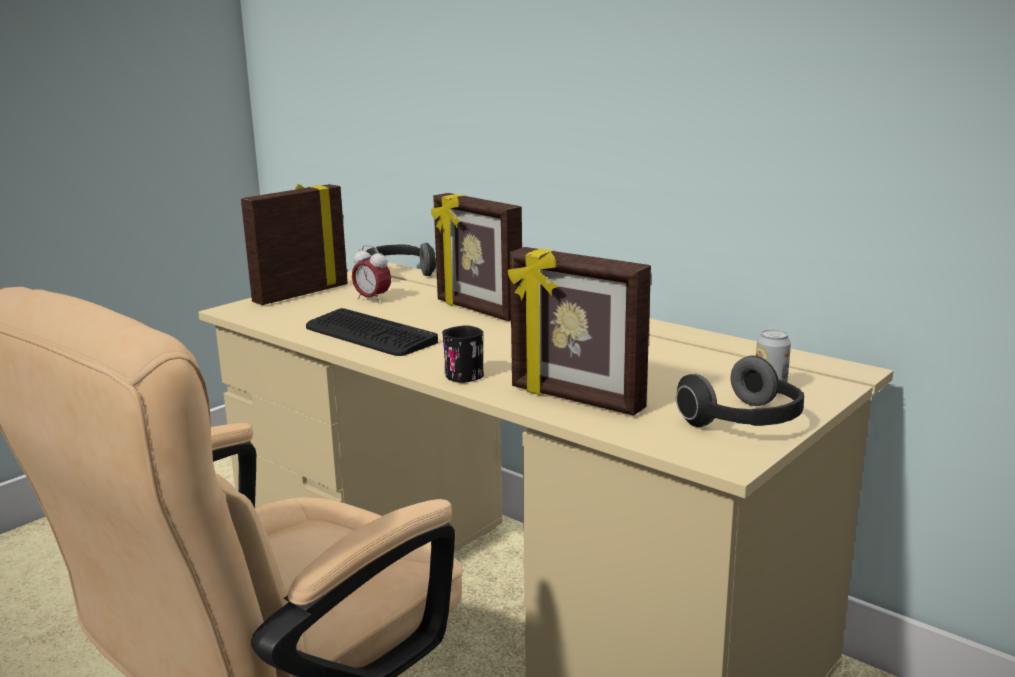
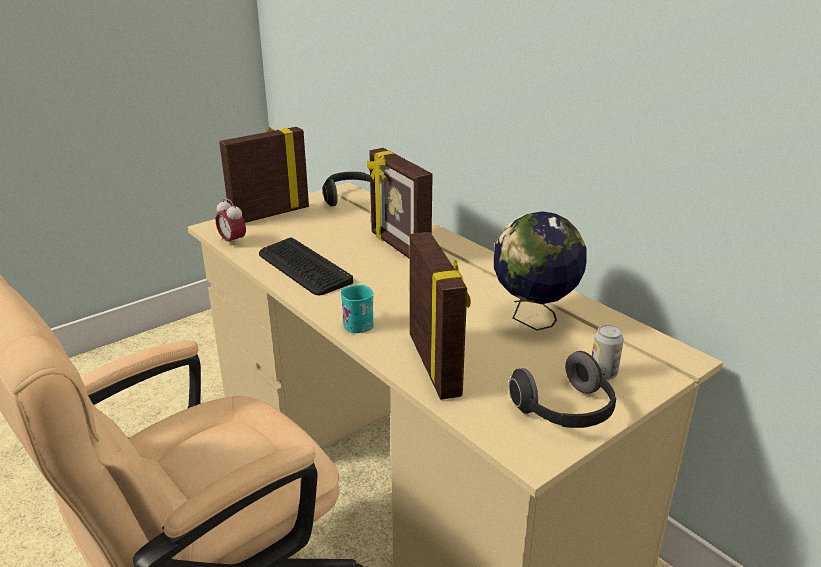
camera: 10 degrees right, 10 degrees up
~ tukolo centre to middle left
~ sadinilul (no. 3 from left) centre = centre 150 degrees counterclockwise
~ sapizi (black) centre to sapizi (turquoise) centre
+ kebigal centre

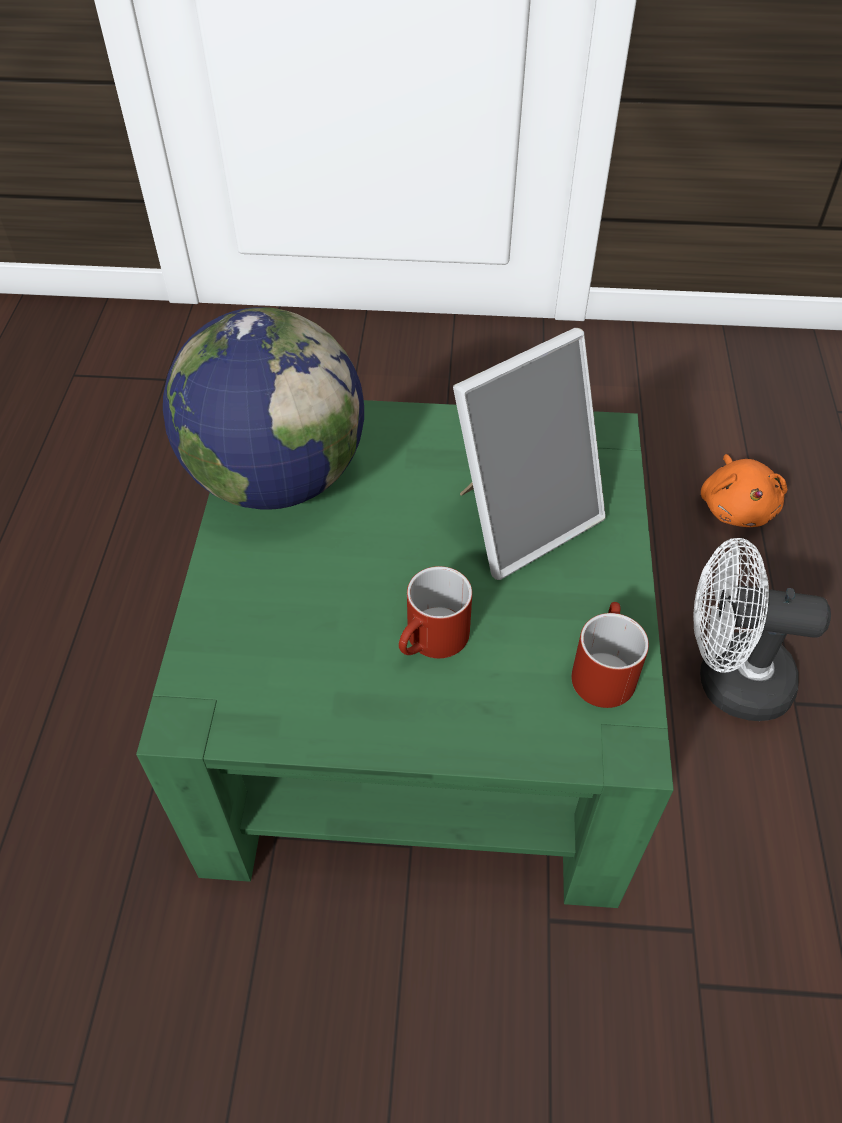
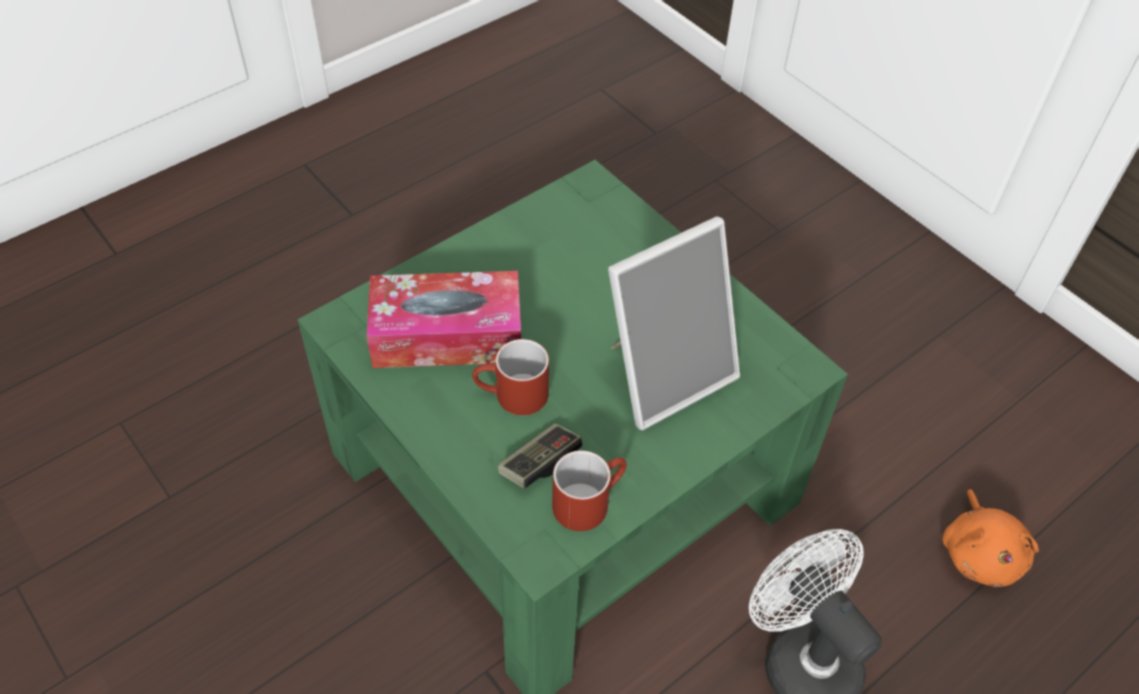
camera: 45 degrees right, 0 degrees up
- kebigal middle left
~ sadinilul centre = centre 45 degrees counterclockwise
~ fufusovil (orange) middle right = bottom right 45 degrees counterclockwise
+ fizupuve centre
+ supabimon centre

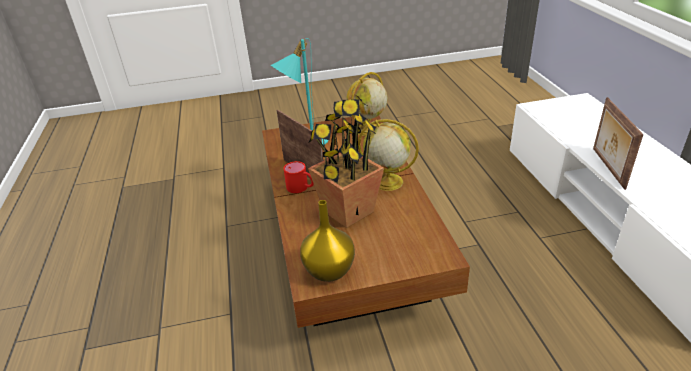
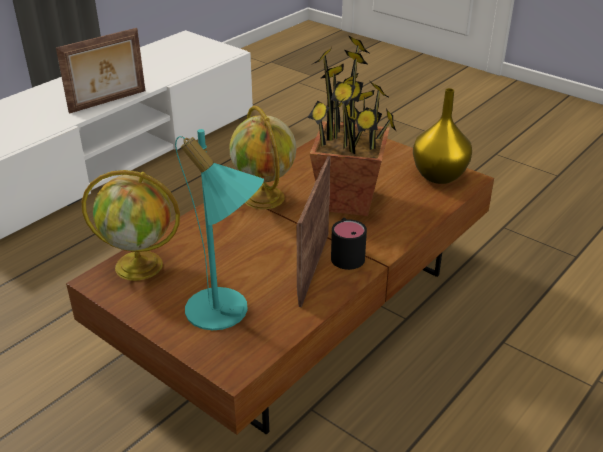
camera: 130 degrees left, 0 degrees up
~ sapizi (red) centre to sapizi (black) centre

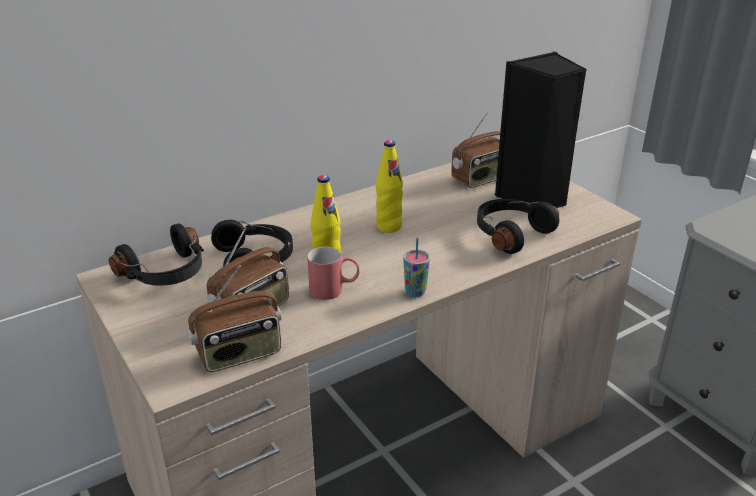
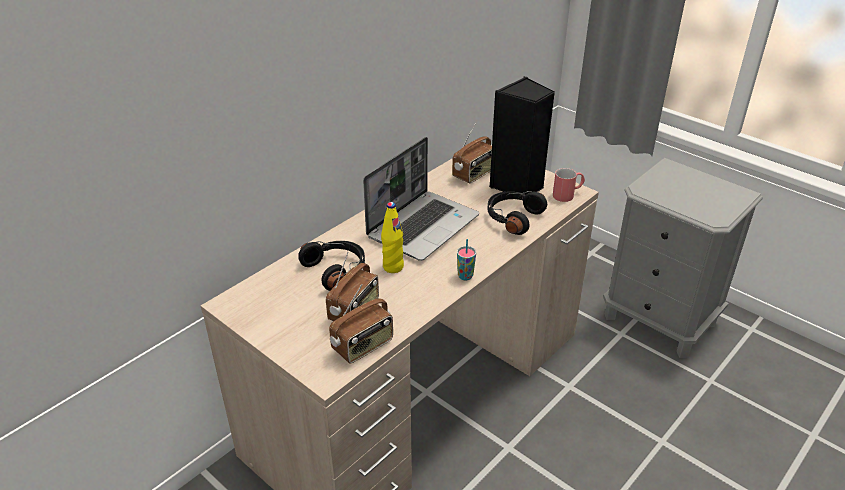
camera: 15 degrees left, 5 degrees up
~ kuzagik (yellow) (no. 2 from left) centre to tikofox centre
- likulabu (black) (no. 1 from left) middle left
~ sapizi (red) centre to middle right

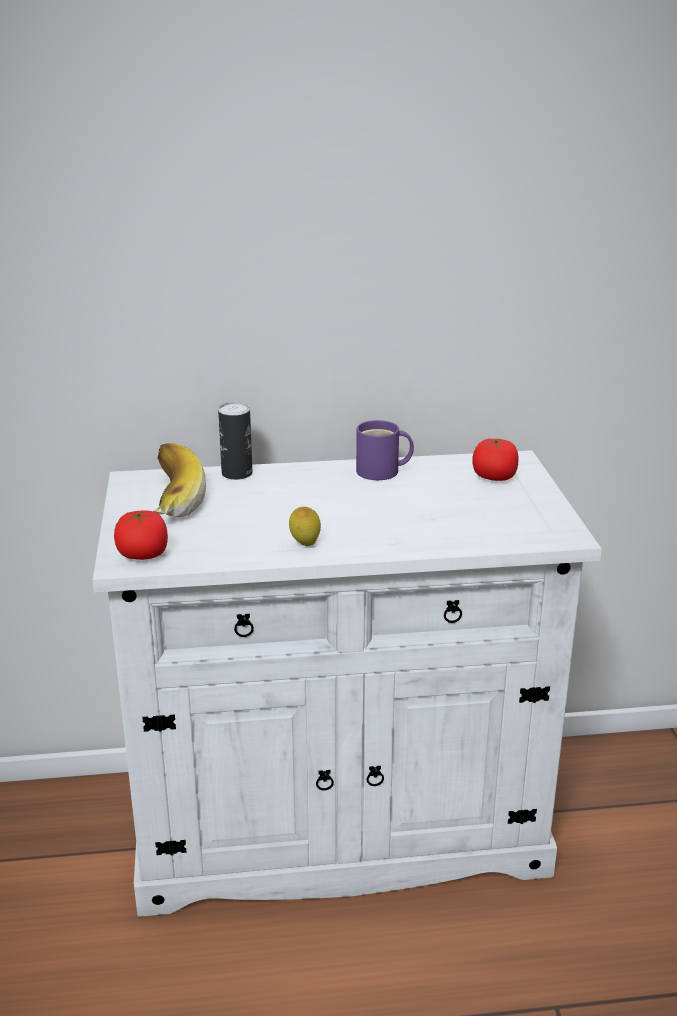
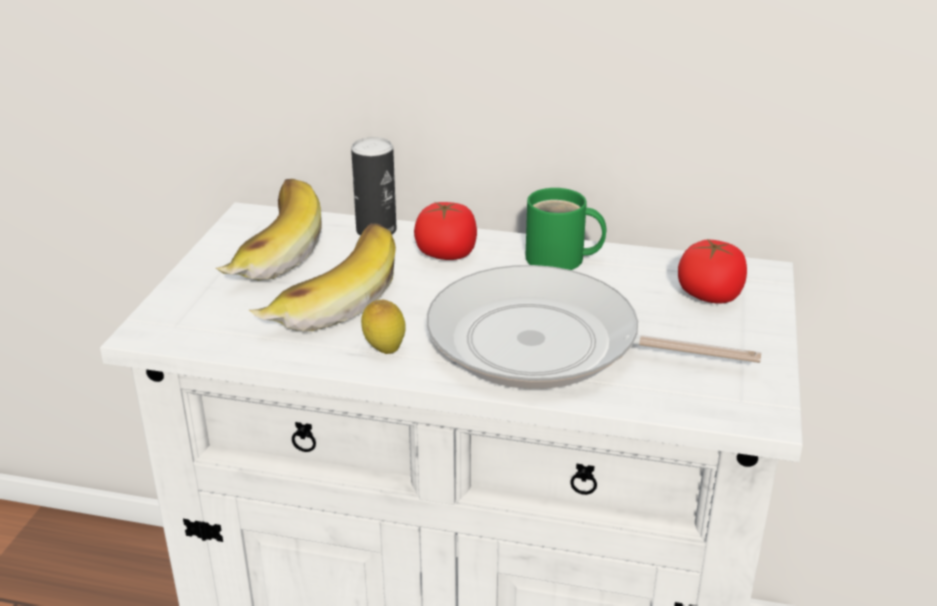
camera: 20 degrees right, 5 degrees up
~ sapizi (purple) centre to sapizi (green) centre
~ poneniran (no. 1 from left) middle left to centre
+ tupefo (no. 2 from left) centre
+ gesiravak centre

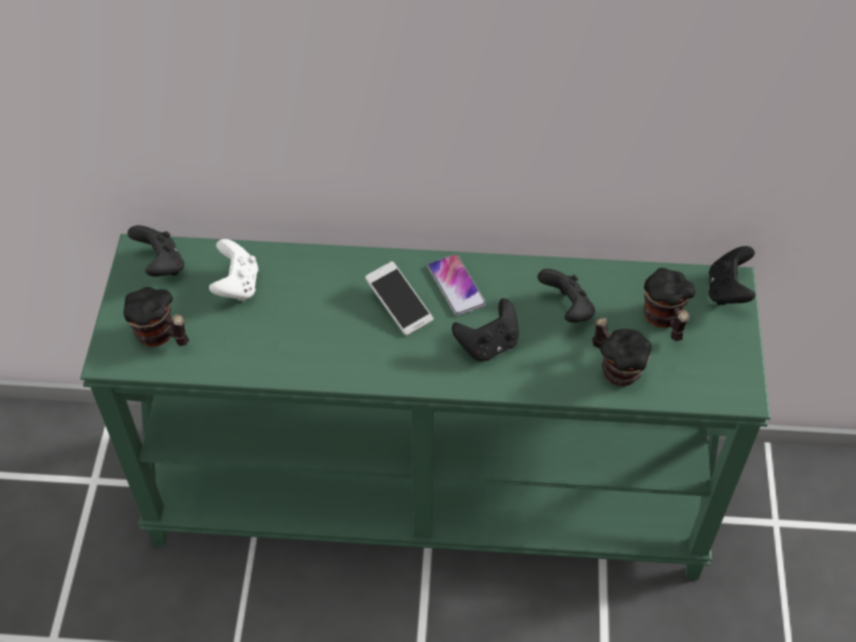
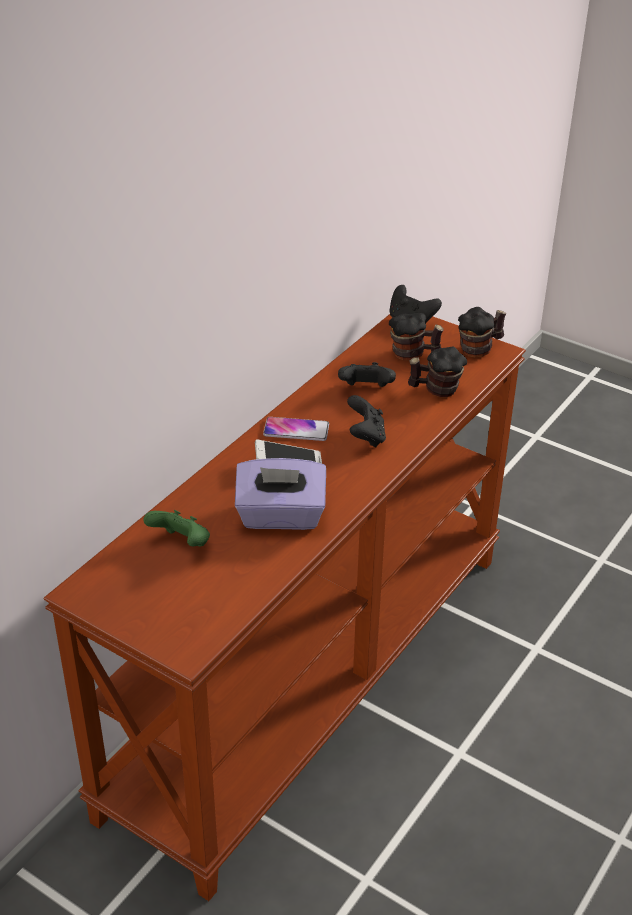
camera: 60 degrees left, 15 degrees down
- supabimon (black) (no. 1 from left) middle left
~ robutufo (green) centre to robutufo (brown) centre
~ supabimon (white) middle left to supabimon (green) middle left
~ sapizi (no. 1 from left in the first image) middle left to sapizi (no. 3 from left) middle right
+ fizupuve (purple) centre

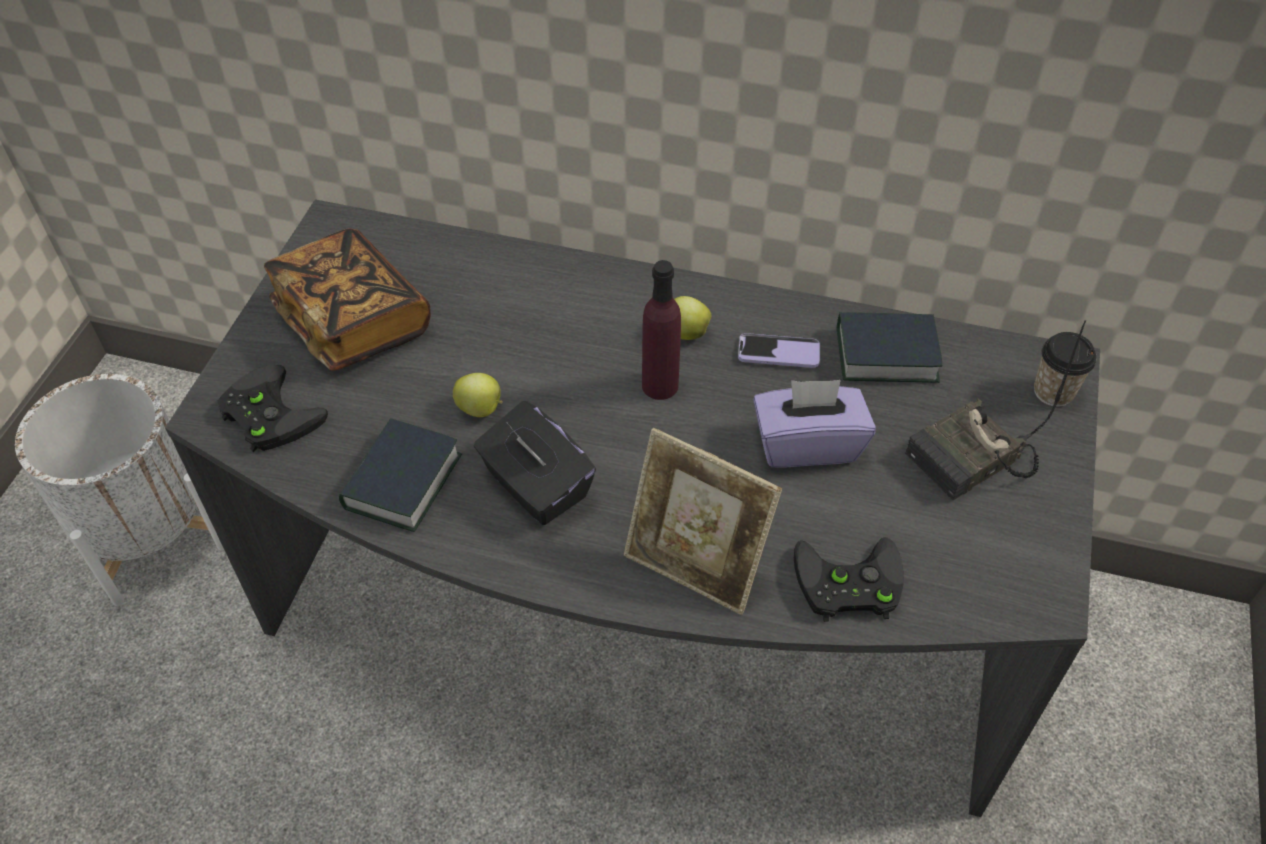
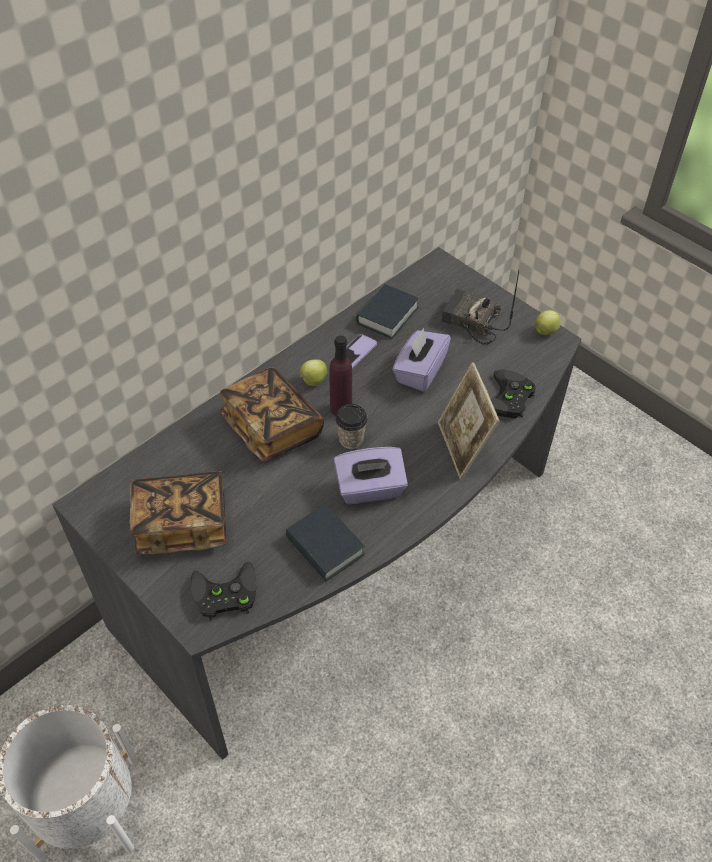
camera: 60 degrees left, 0 degrees up
~ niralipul middle right = middle right 120 degrees clockwise
~ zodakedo middle right to centre
~ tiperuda (no. 1 from left in the first image) centre to tiperuda (no. 2 from left) middle right
~ fizupuve (black) centre to fizupuve (purple) (no. 1 from left) centre
~ sadinilul centre = centre 105 degrees clockwise
+ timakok (no. 2 from left) centre

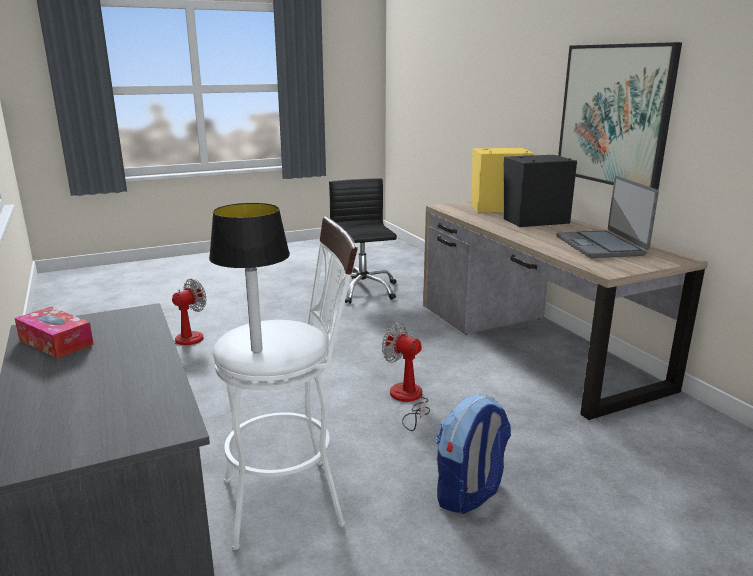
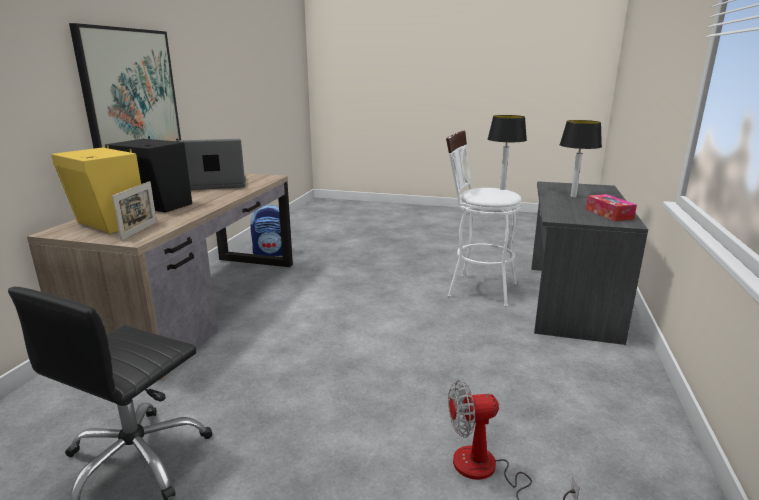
camera: 140 degrees left, 0 degrees up
~ tikofox middle right = top left 135 degrees counterclockwise
- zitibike (no. 2 from left) centre
~ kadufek bottom centre to centre
+ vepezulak (no. 2 from left) top right
+ sadinilul middle left

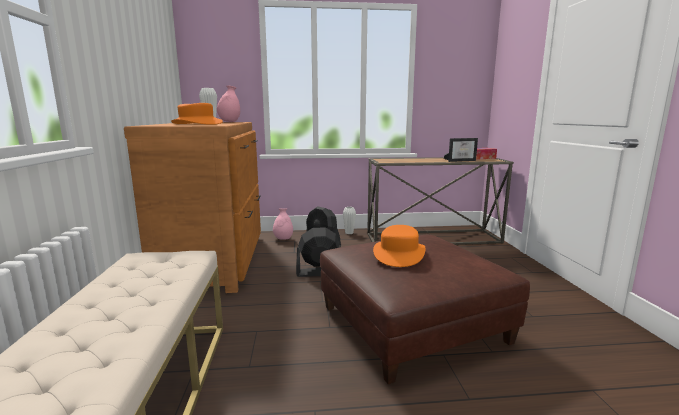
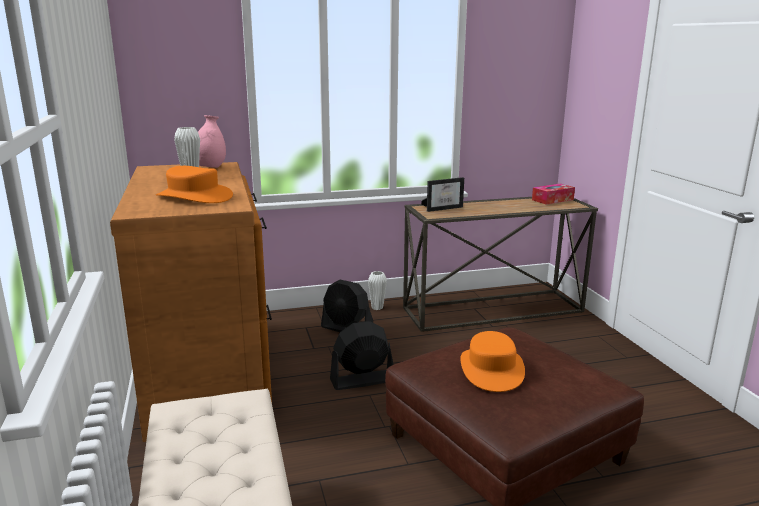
camera: 10 degrees left, 5 degrees up
~ sadinilul middle right to centre
- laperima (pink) (no. 2 from left) centre

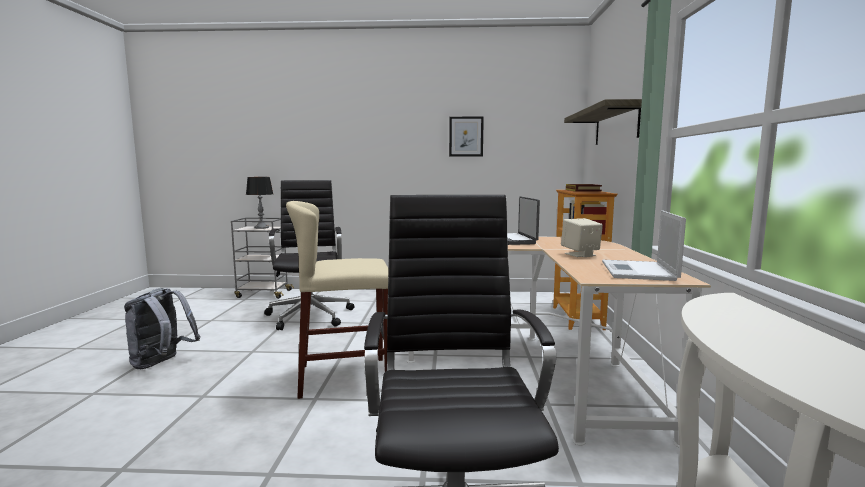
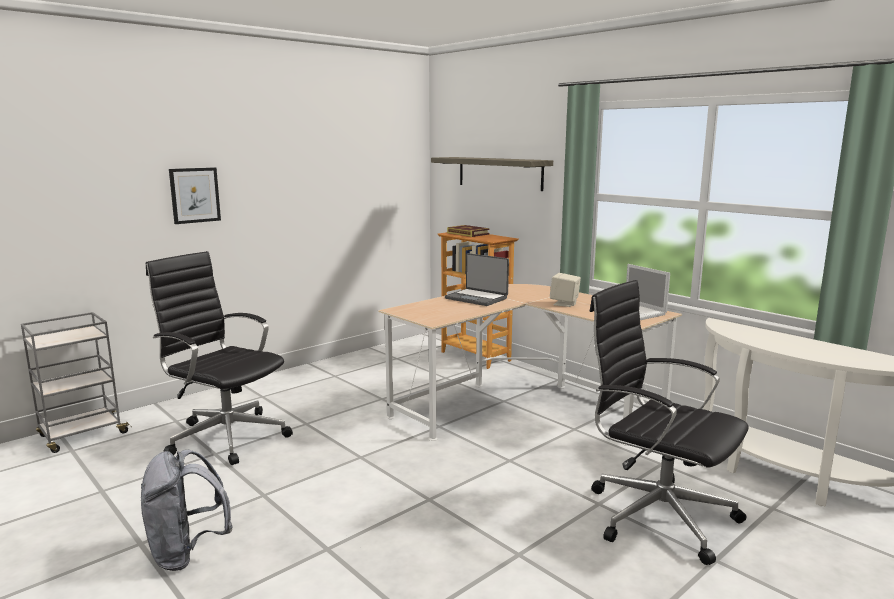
camera: 45 degrees left, 5 degrees up
~ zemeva top centre to top left
- vepezulak middle left
- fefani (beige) centre

